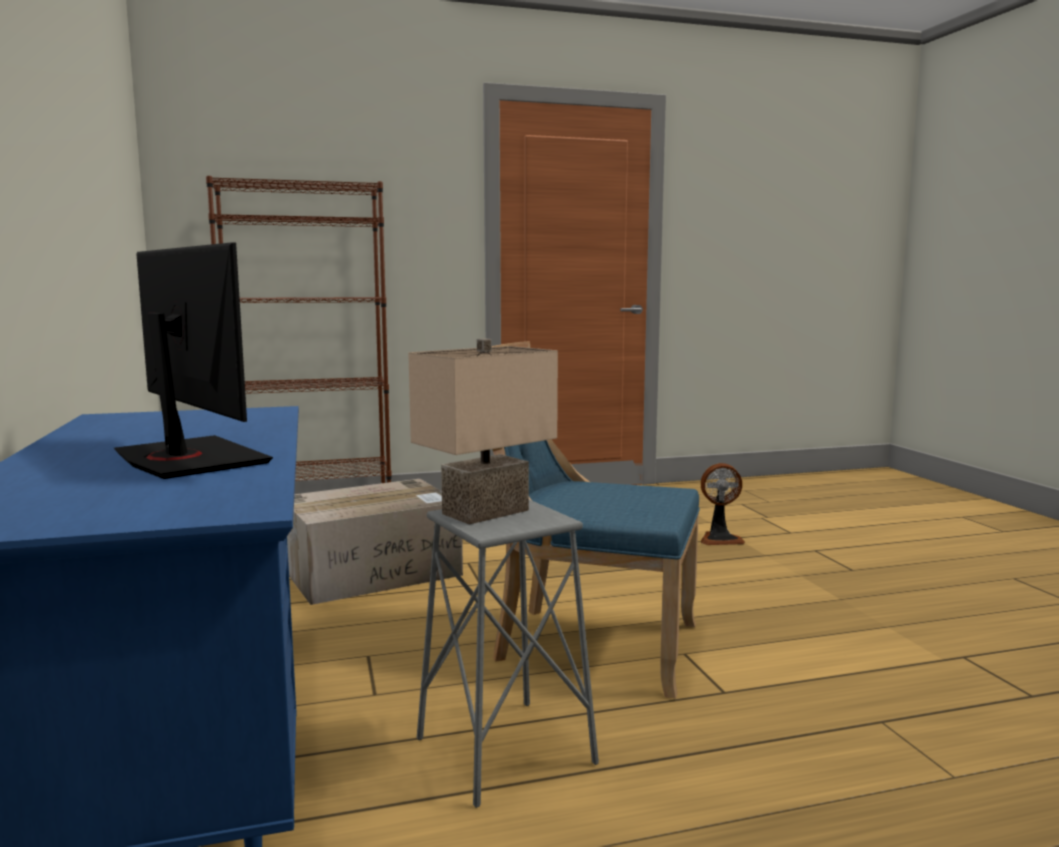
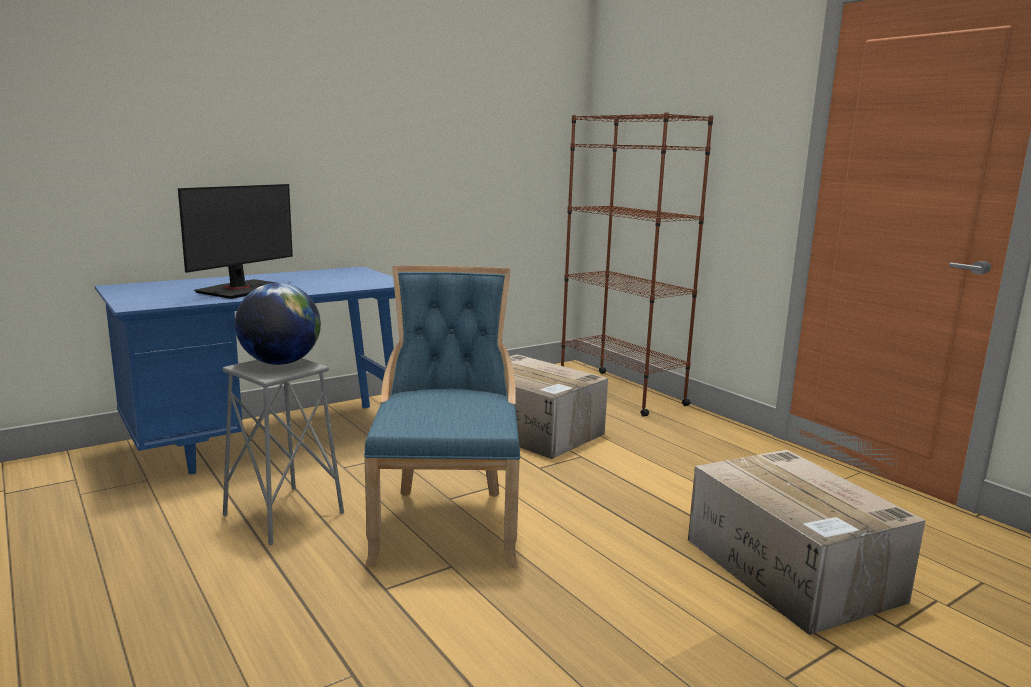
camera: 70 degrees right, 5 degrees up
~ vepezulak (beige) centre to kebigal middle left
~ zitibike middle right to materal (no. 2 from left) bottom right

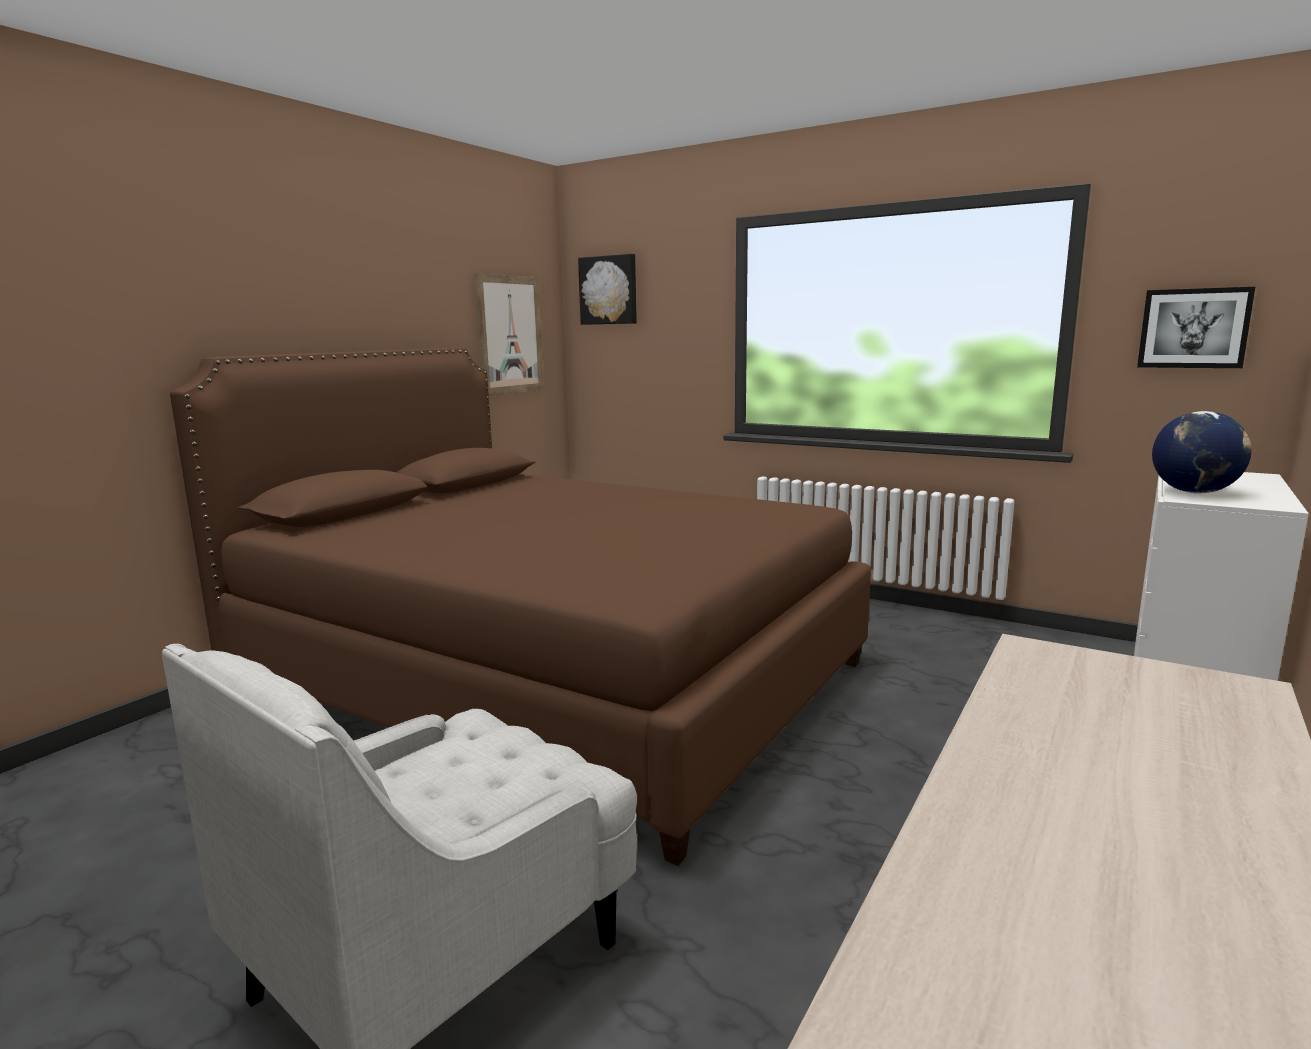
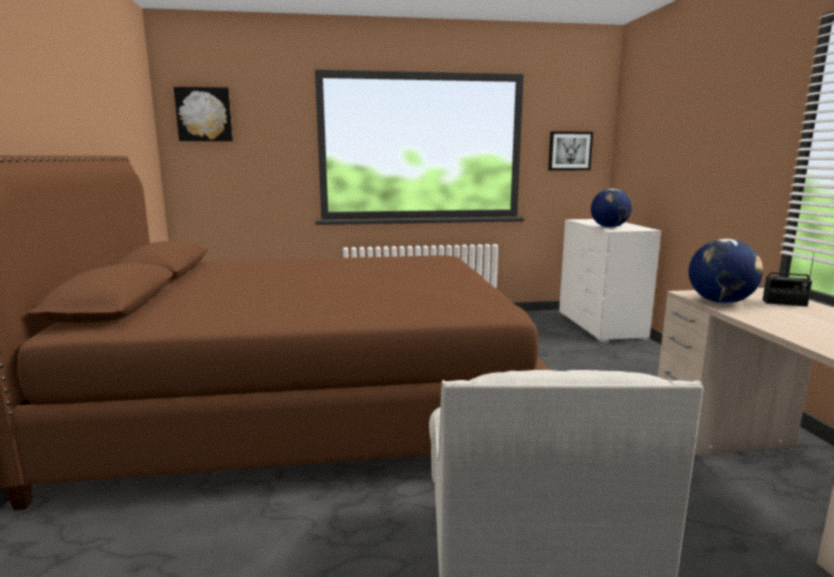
camera: 40 degrees left, 0 degrees up
- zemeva (no. 1 from left) top centre
+ kebigal (no. 2 from left) middle right
+ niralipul middle right

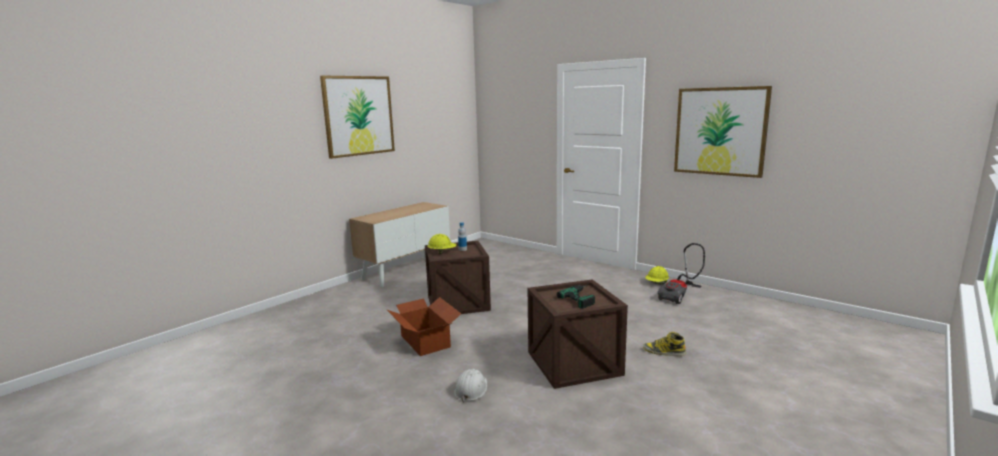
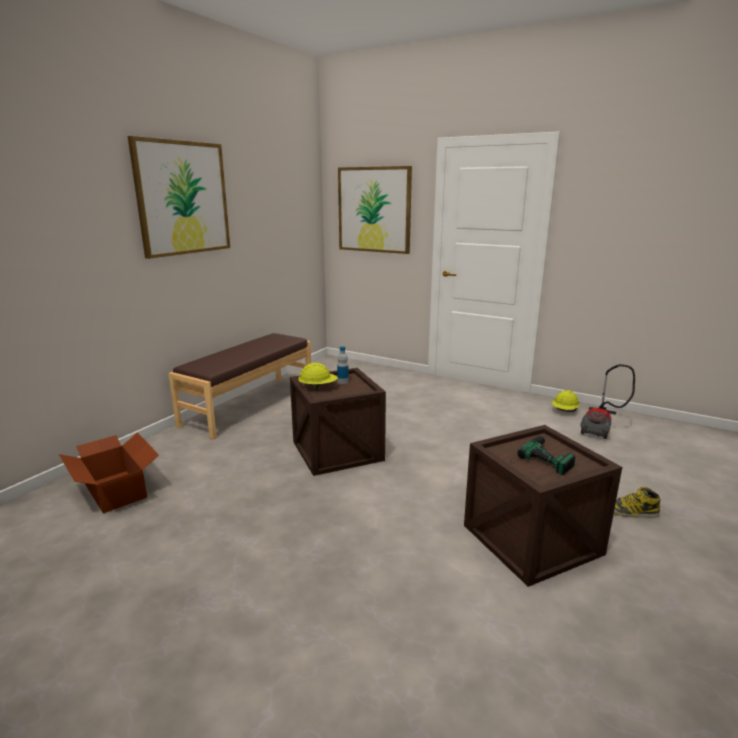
camera: 10 degrees left, 5 degrees up
~ zemeva (no. 2 from left) top right to top centre
~ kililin centre to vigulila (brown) middle left
~ materal bottom centre to middle left
- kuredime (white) bottom centre

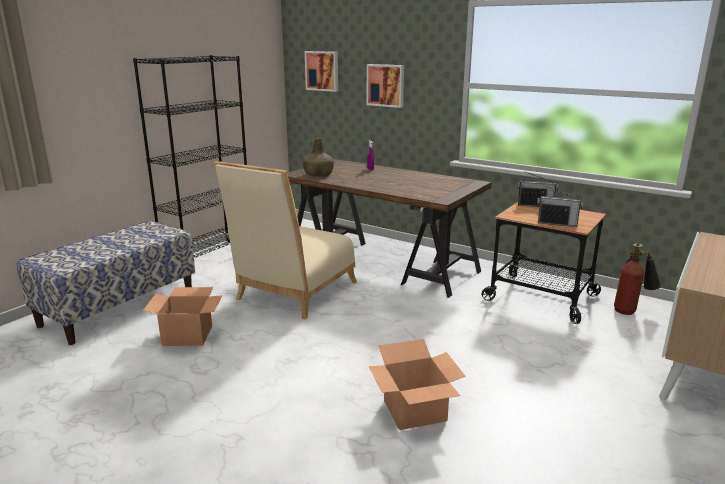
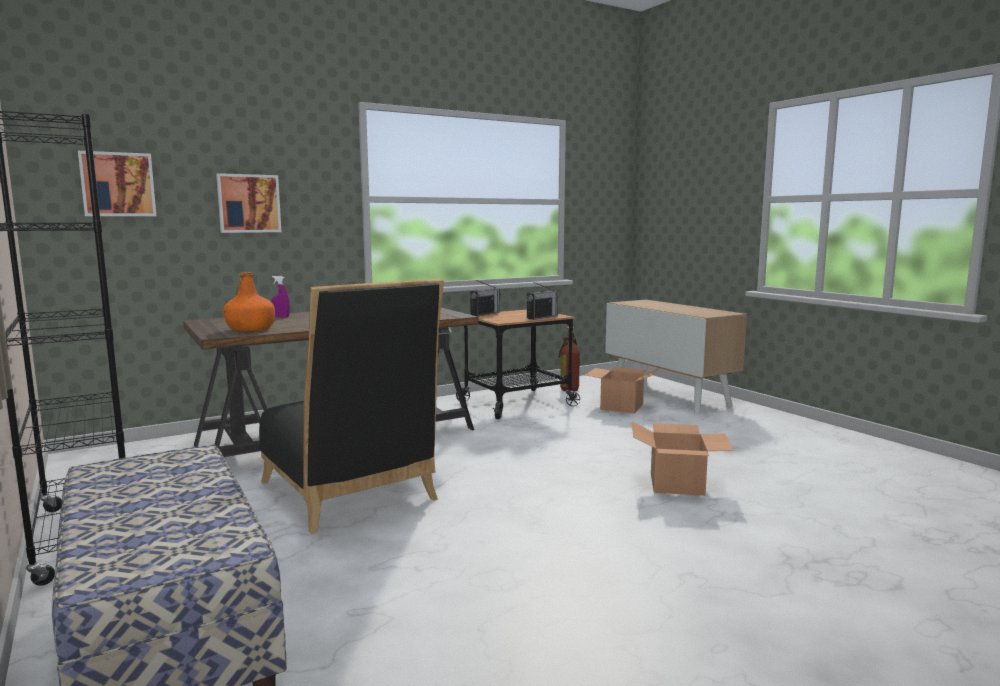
camera: 65 degrees left, 10 degrees down
~ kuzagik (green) top centre to kuzagik (orange) middle left
~ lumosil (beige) centre to lumosil (black) centre
~ materal (no. 1 from left) middle left to centre

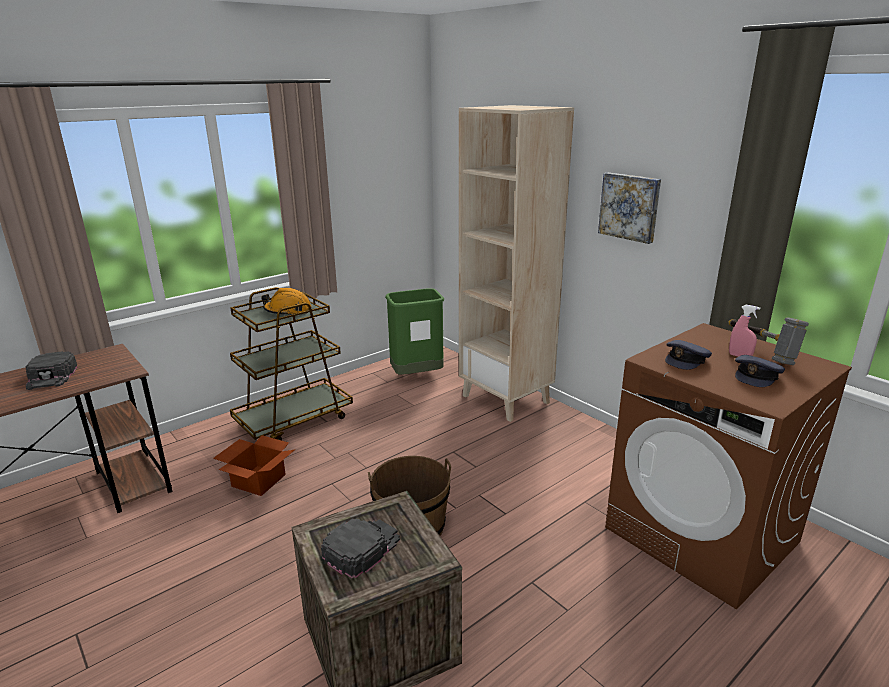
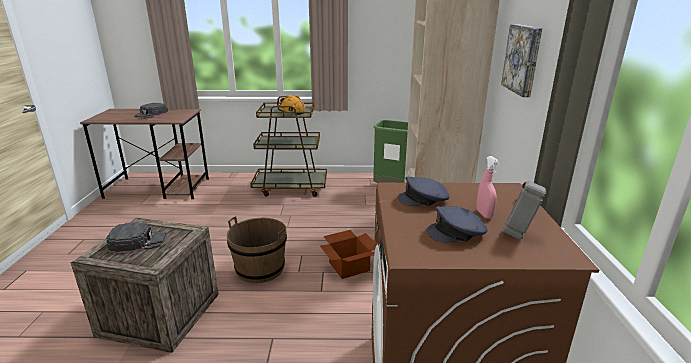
camera: 40 degrees right, 0 degrees up
~ materal bottom left to bottom centre

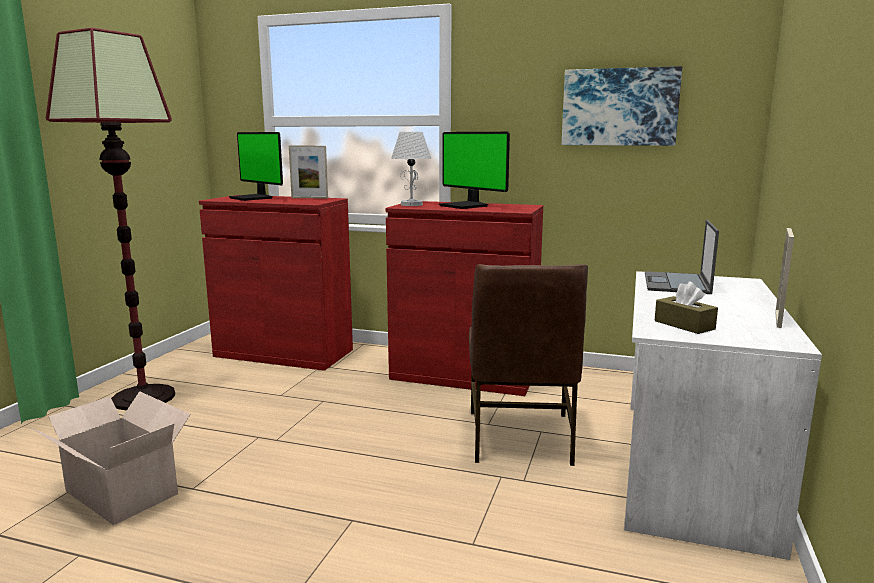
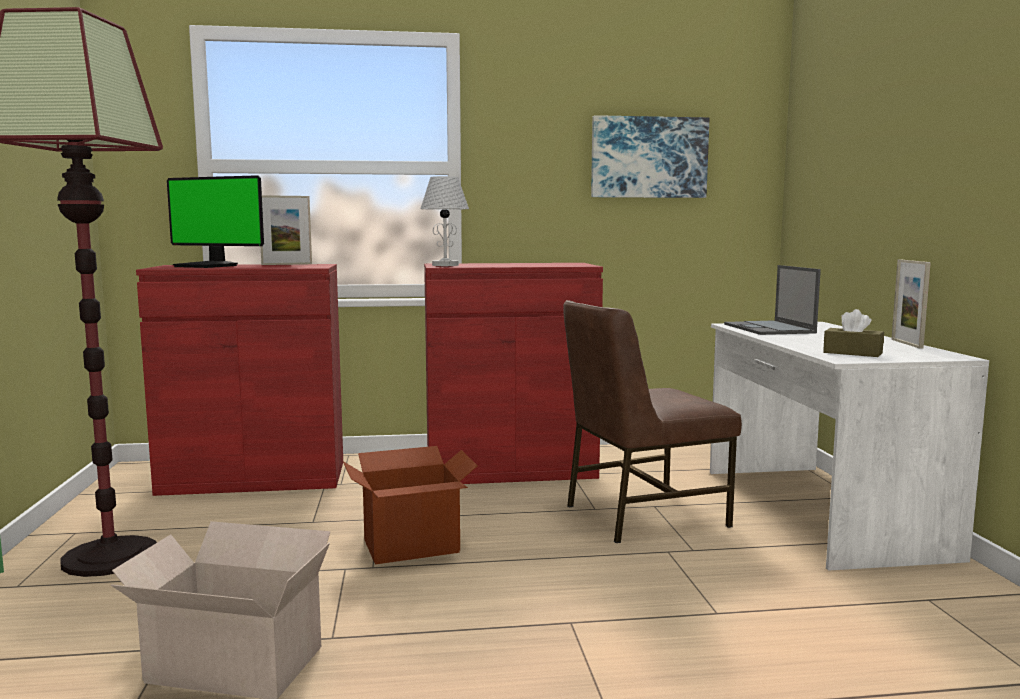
camera: 25 degrees left, 5 degrees down
- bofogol (no. 2 from left) top centre
~ lumosil (brown) centre = centre 90 degrees clockwise
+ materal (no. 2 from left) bottom centre

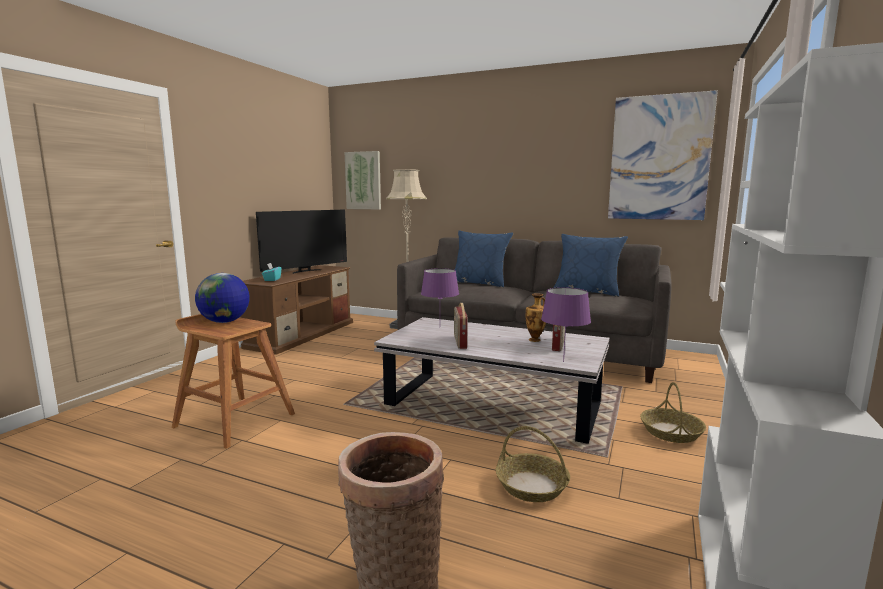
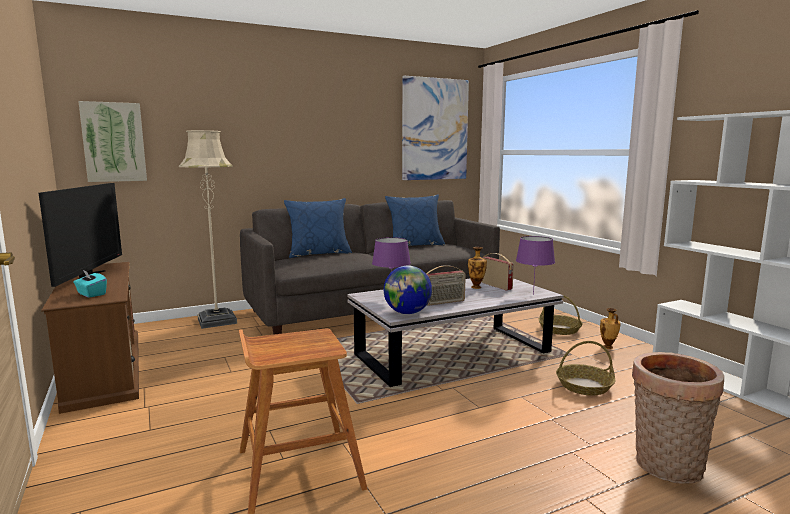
camera: 50 degrees left, 0 degrees up
~ kebigal middle left to centre
~ niralipul (no. 1 from left) centre = centre 60 degrees counterclockwise
+ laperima (no. 2 from left) middle right

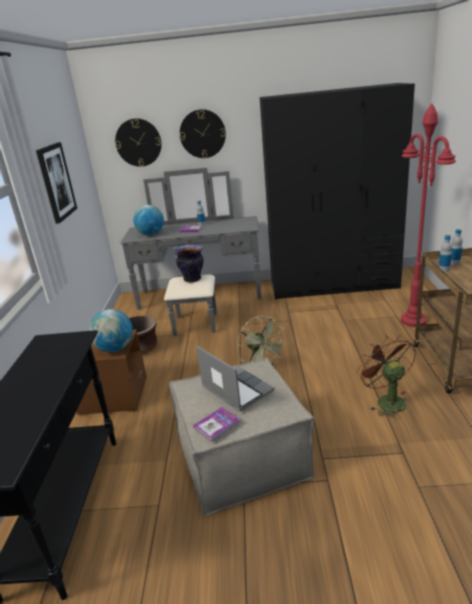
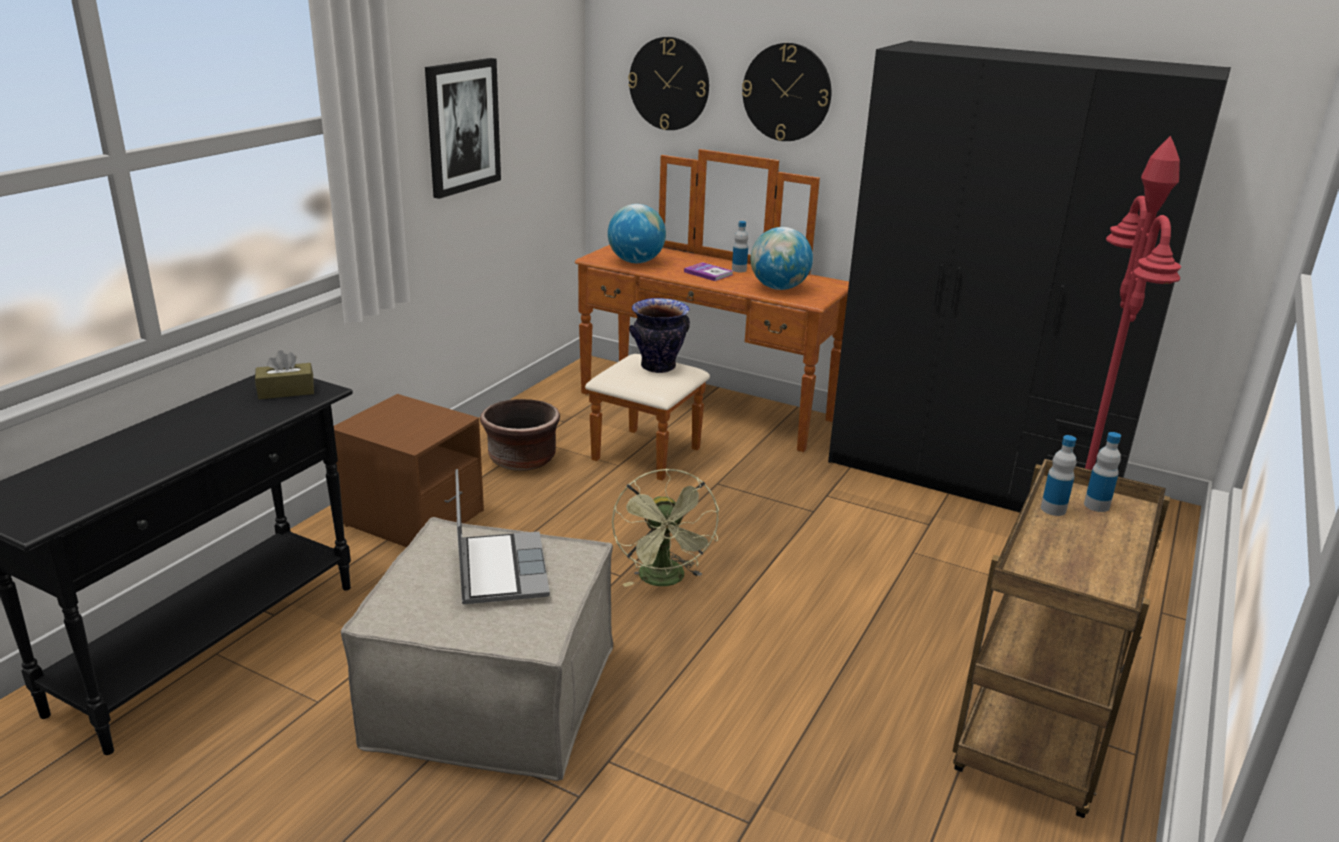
camera: 25 degrees right, 0 degrees up
~ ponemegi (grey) centre to ponemegi (brown) centre
~ kebigal (no. 1 from left in the first image) middle left to kebigal (no. 2 from left) top centre
- zitibike (brown) middle right
- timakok (no. 2 from left) bottom centre
+ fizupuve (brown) middle left

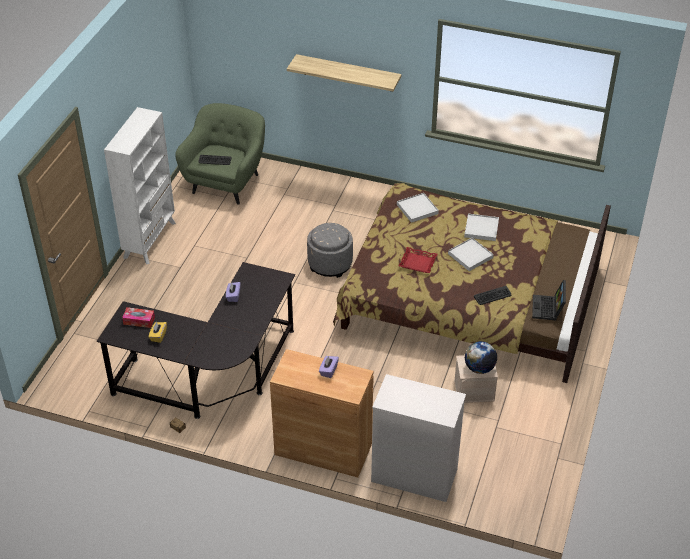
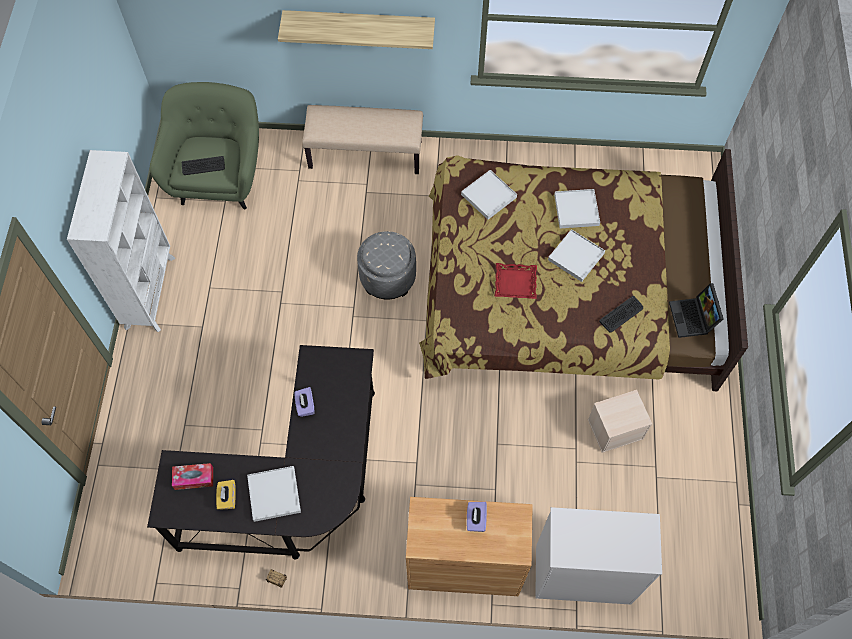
camera: 15 degrees left, 20 degrees up
- kebigal middle right
+ vigulila (beige) top centre
+ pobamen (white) (no. 1 from left) bottom left

